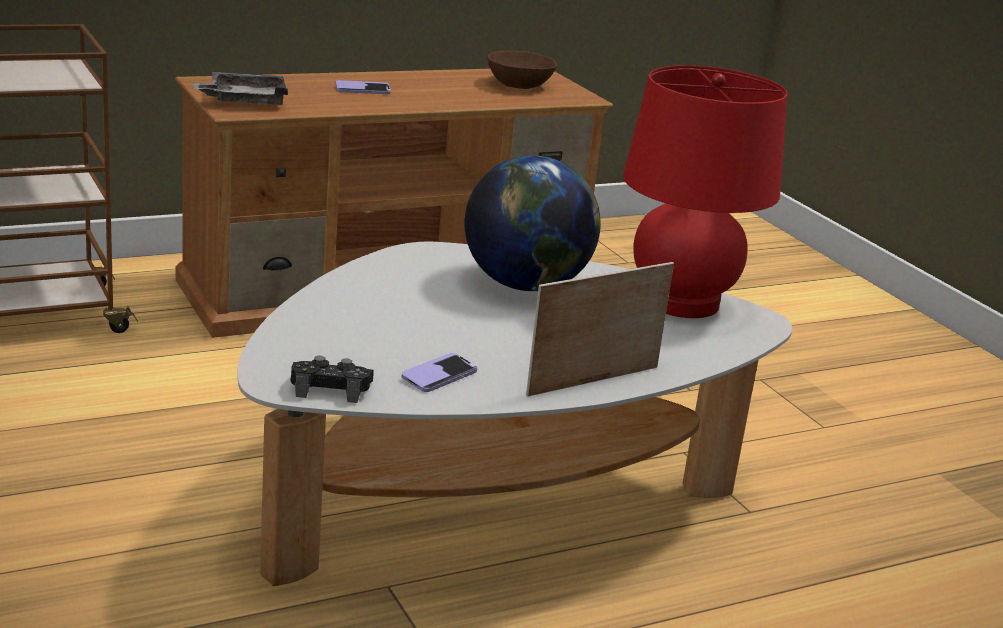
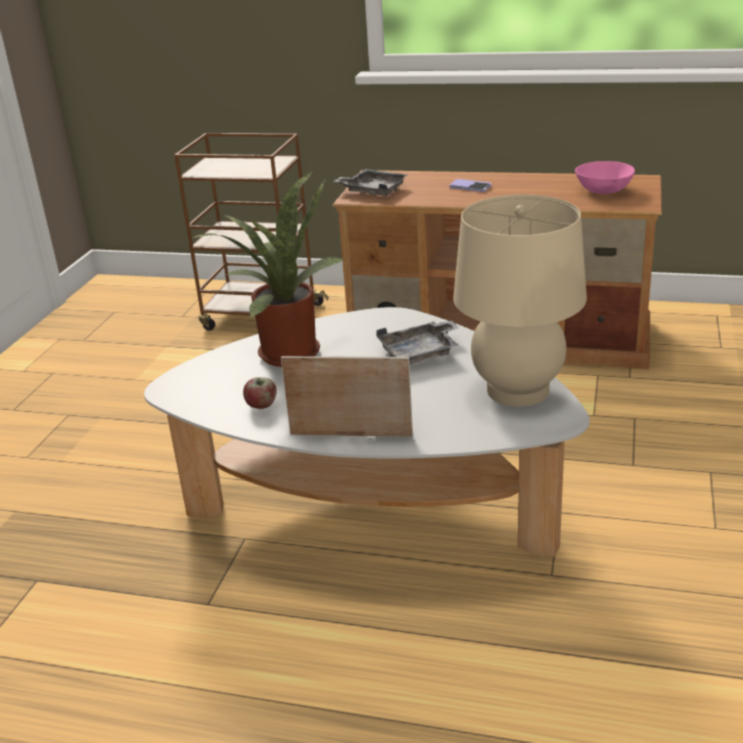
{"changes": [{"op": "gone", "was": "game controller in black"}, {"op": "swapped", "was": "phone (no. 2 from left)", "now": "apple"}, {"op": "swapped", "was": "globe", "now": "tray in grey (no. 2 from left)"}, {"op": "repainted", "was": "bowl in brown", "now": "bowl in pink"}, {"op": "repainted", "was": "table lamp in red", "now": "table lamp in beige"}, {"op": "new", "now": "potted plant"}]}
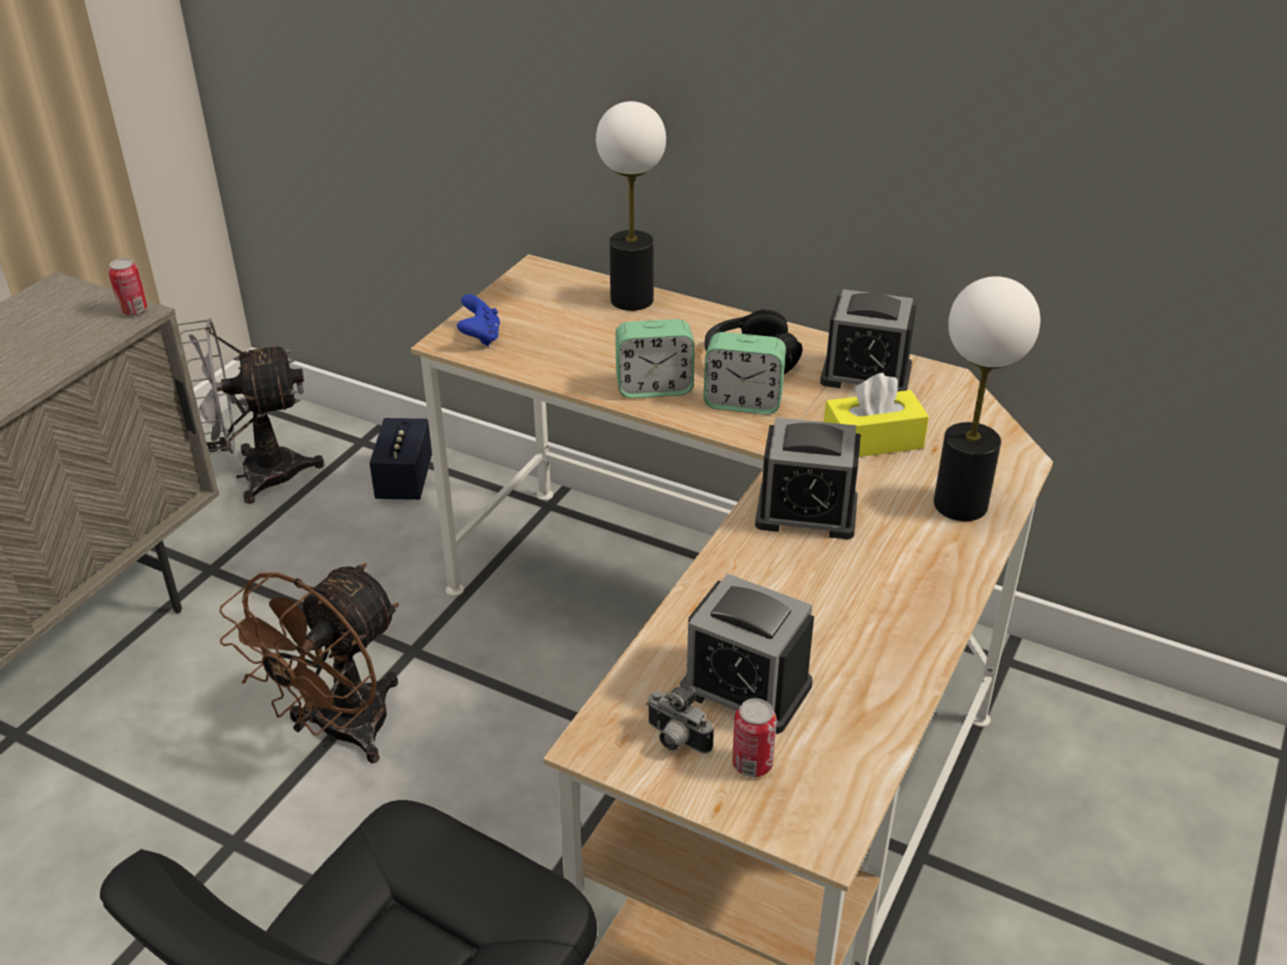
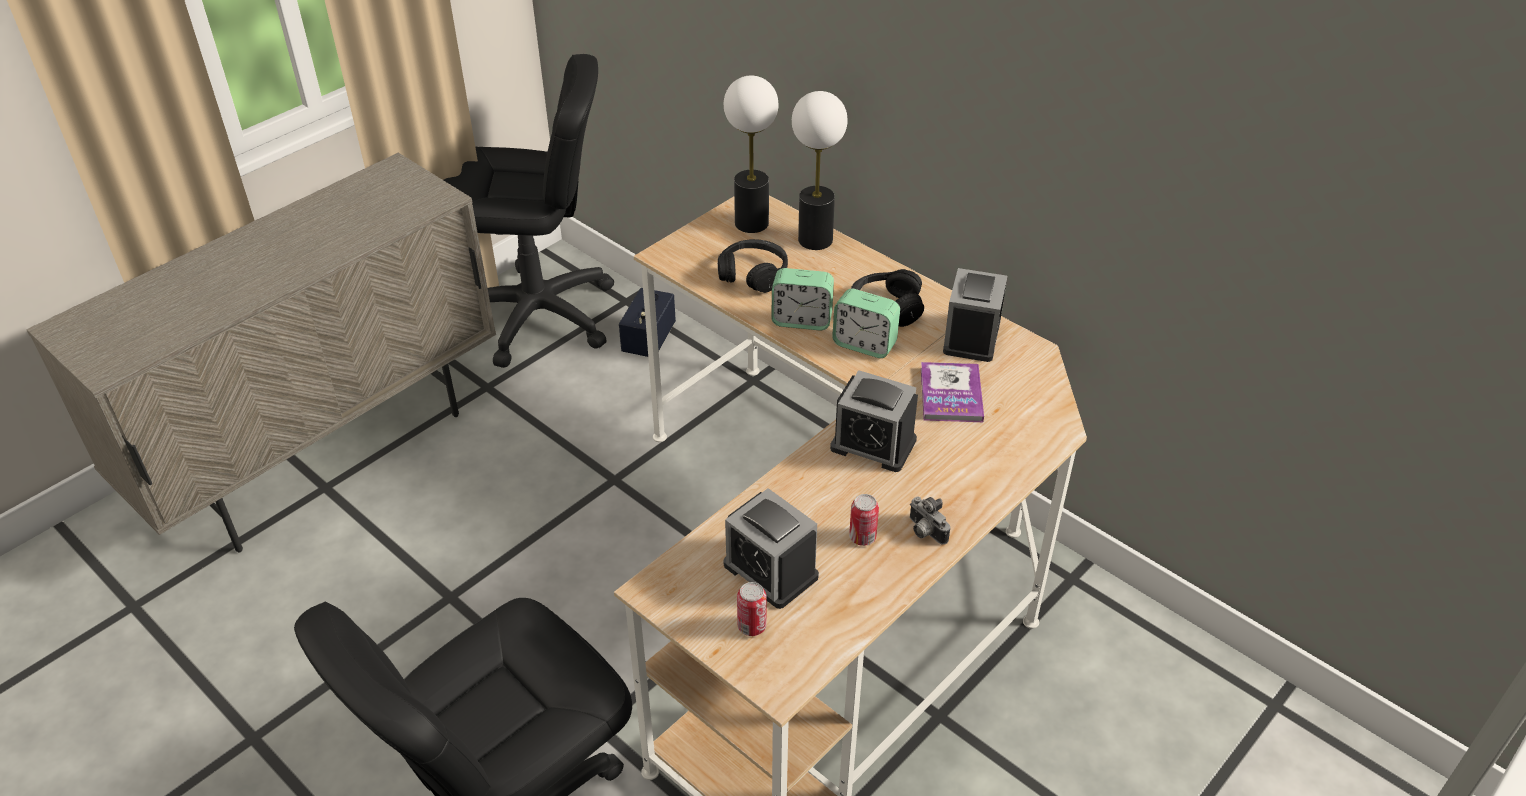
{"changes": [{"op": "shifted", "was": "can (no. 1 from left in the first image)", "now": "can (no. 2 from left)"}, {"op": "swapped", "was": "fan in grey", "now": "office chair in black (no. 2 from left)"}, {"op": "gone", "was": "fan in brown"}, {"op": "gone", "was": "game controller in blue"}, {"op": "shifted", "was": "photo camera"}, {"op": "rotated", "was": "alarm clock (no. 5 from left)", "clockwise": 75}, {"op": "swapped", "was": "tissue box in yellow", "now": "book"}, {"op": "shifted", "was": "table lamp (no. 2 from left in the first image)", "now": "table lamp (no. 1 from left)"}, {"op": "new", "now": "headphones in black (no. 1 from left)"}]}
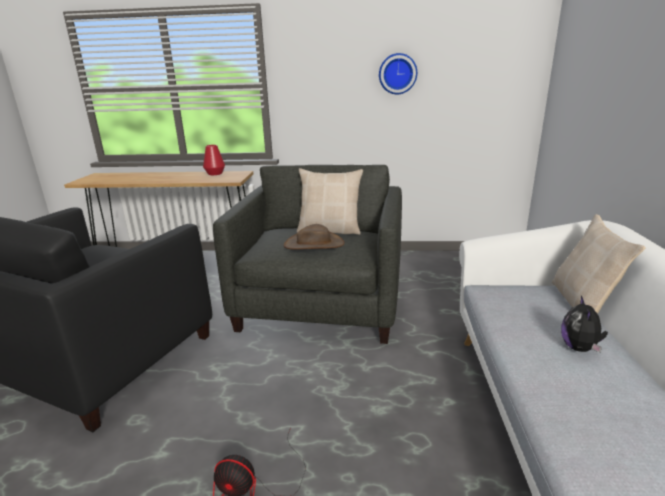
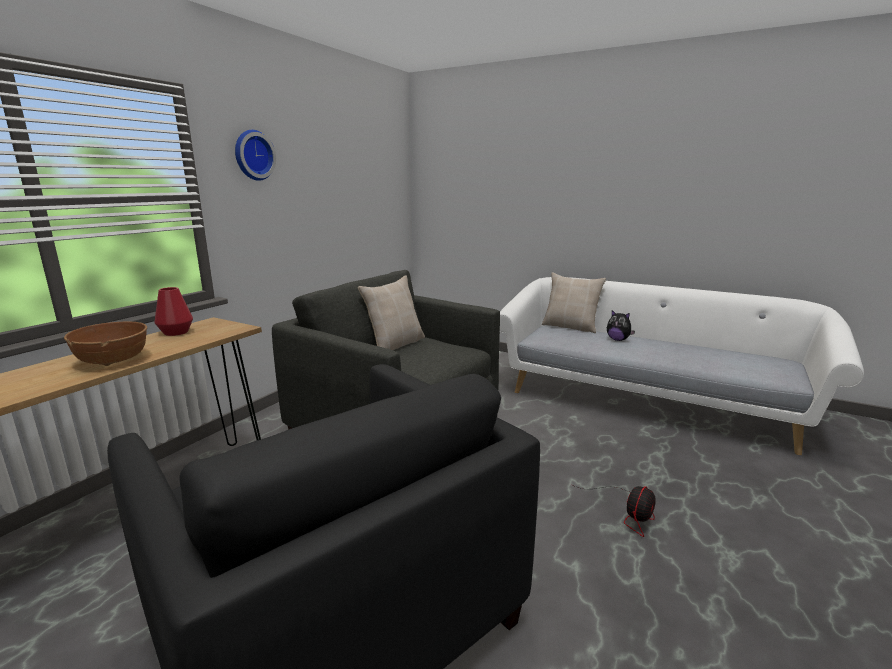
{"changes": [{"op": "gone", "was": "hat in brown"}, {"op": "shifted", "was": "wall clock"}, {"op": "new", "now": "bowl in brown"}]}
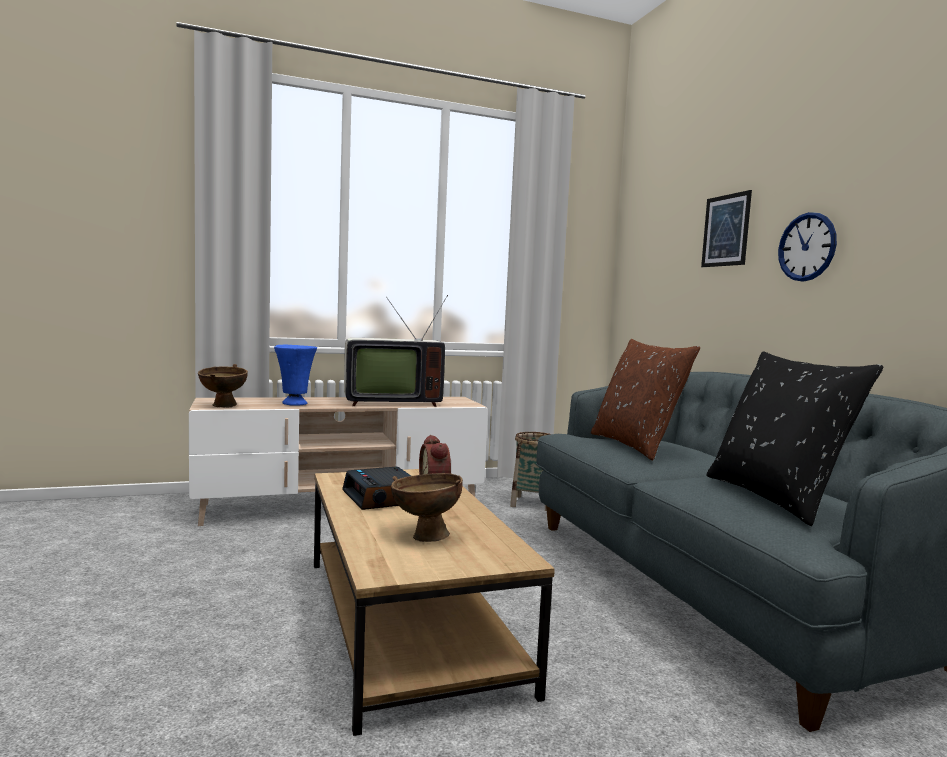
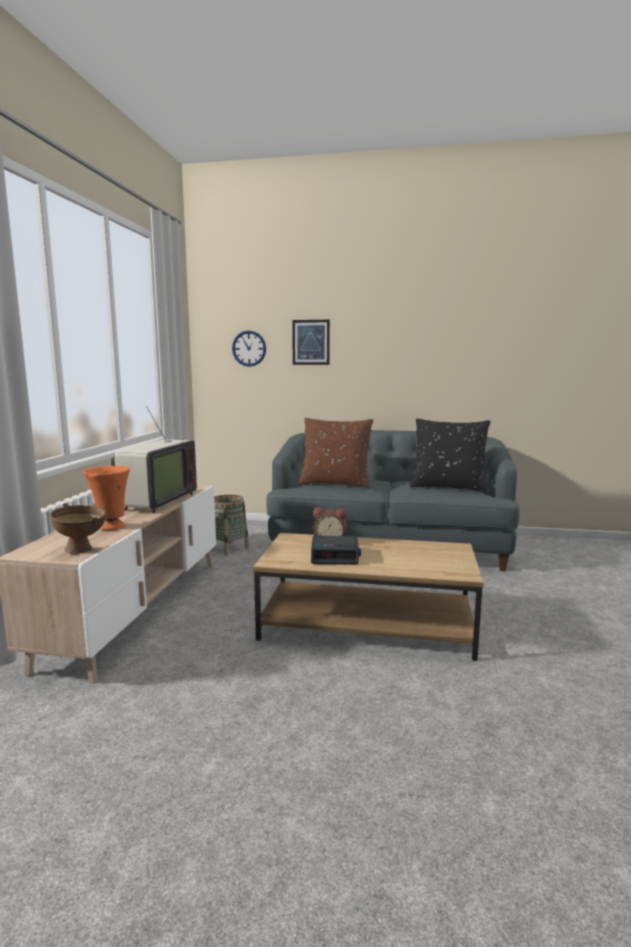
{"changes": [{"op": "repainted", "was": "vase in blue", "now": "vase in orange"}, {"op": "gone", "was": "bowl in brown (no. 2 from left)"}, {"op": "shifted", "was": "wall clock"}]}
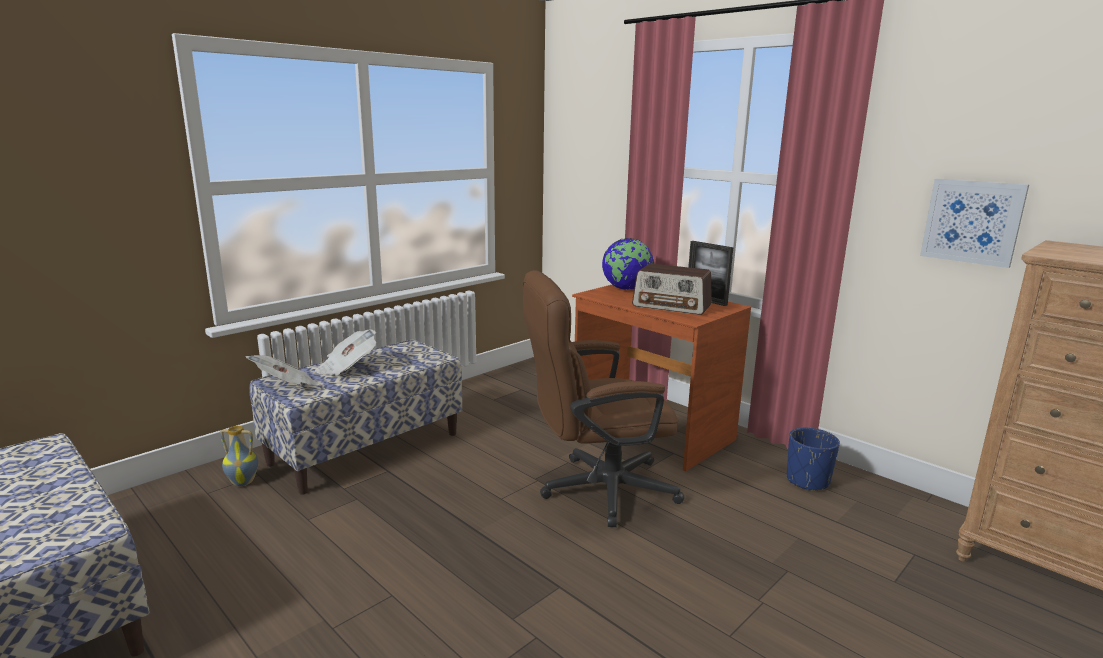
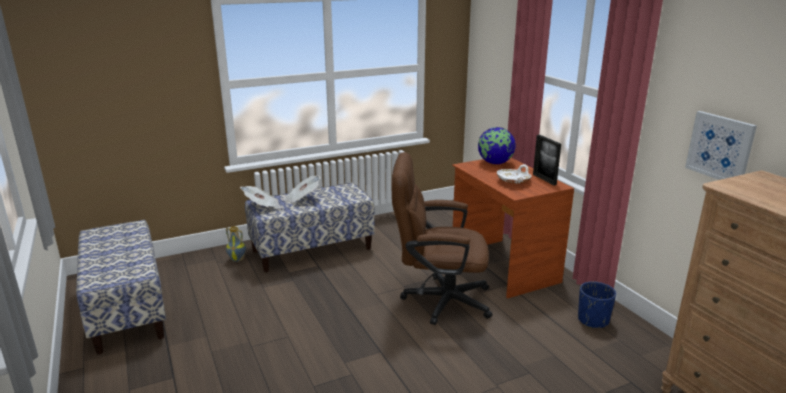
{"changes": [{"op": "swapped", "was": "radio", "now": "bowl in white"}]}
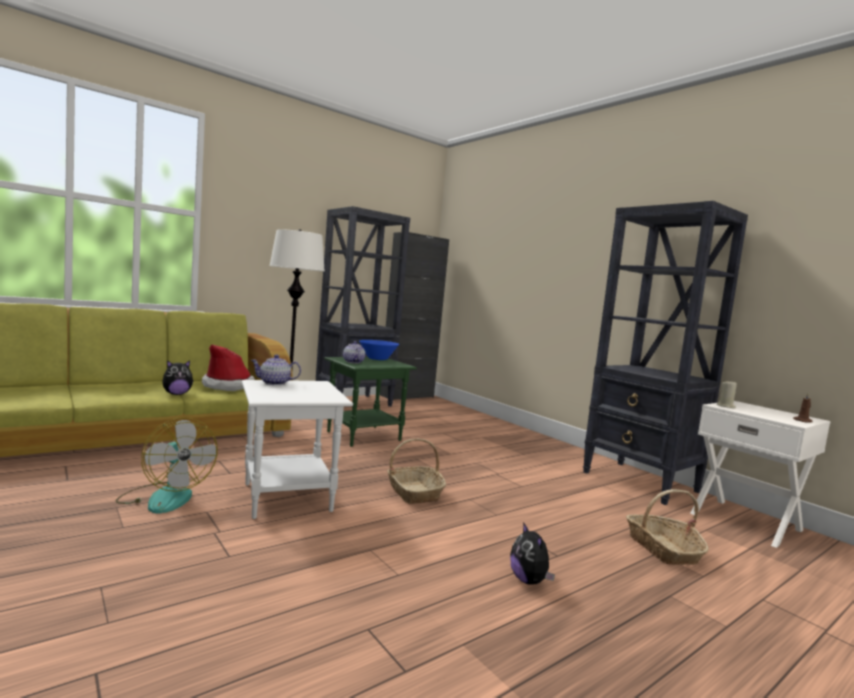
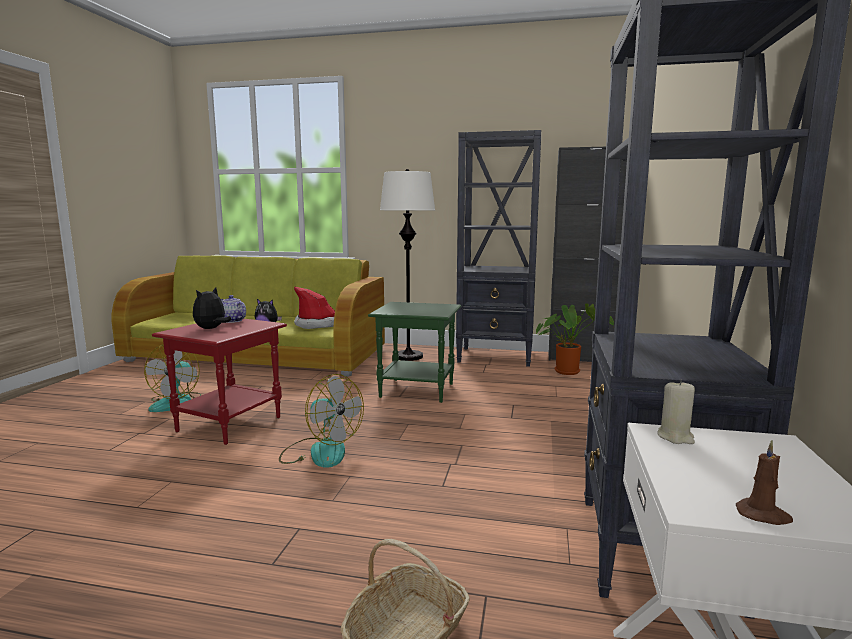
{"changes": [{"op": "repainted", "was": "side table in white", "now": "side table in red"}, {"op": "gone", "was": "teapot (no. 2 from left)"}, {"op": "gone", "was": "bowl in blue"}, {"op": "swapped", "was": "basket (no. 1 from left)", "now": "fan (no. 2 from left)"}, {"op": "shifted", "was": "plush toy (no. 2 from left in the first image)", "now": "plush toy (no. 1 from left)"}, {"op": "new", "now": "potted plant"}]}
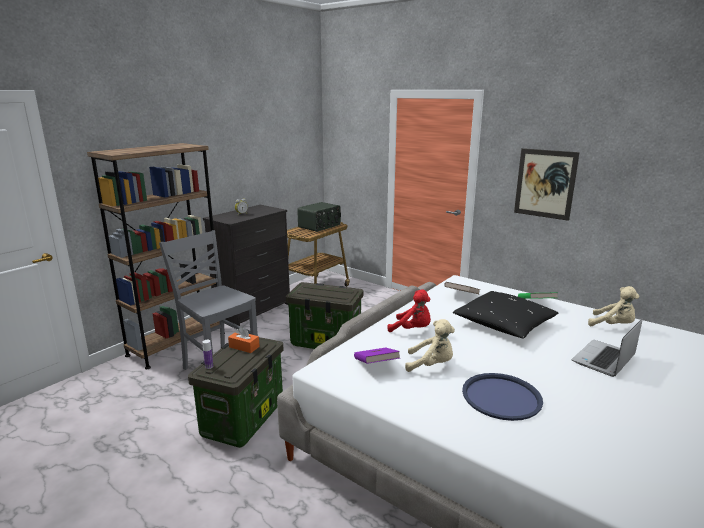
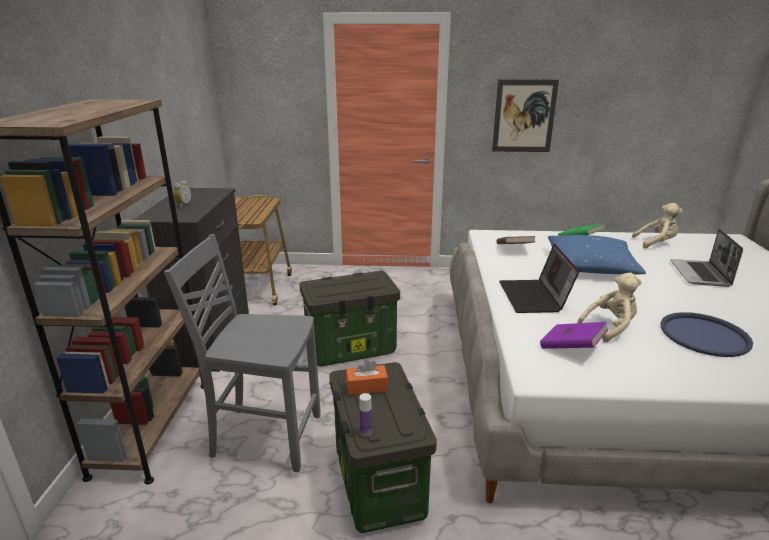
{"changes": [{"op": "gone", "was": "radio"}, {"op": "swapped", "was": "plush toy in red", "now": "laptop (no. 1 from left)"}, {"op": "repainted", "was": "pillow in black", "now": "pillow in blue"}]}
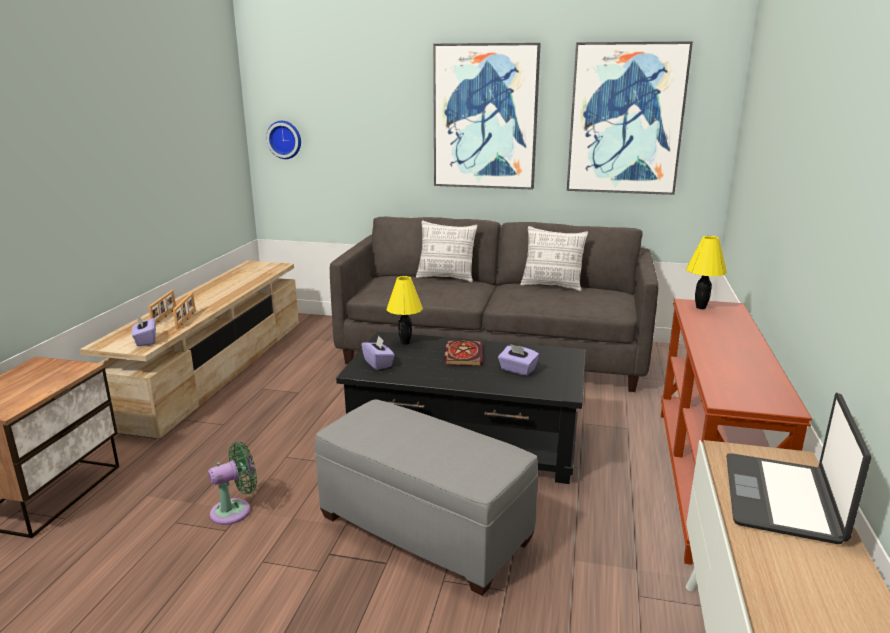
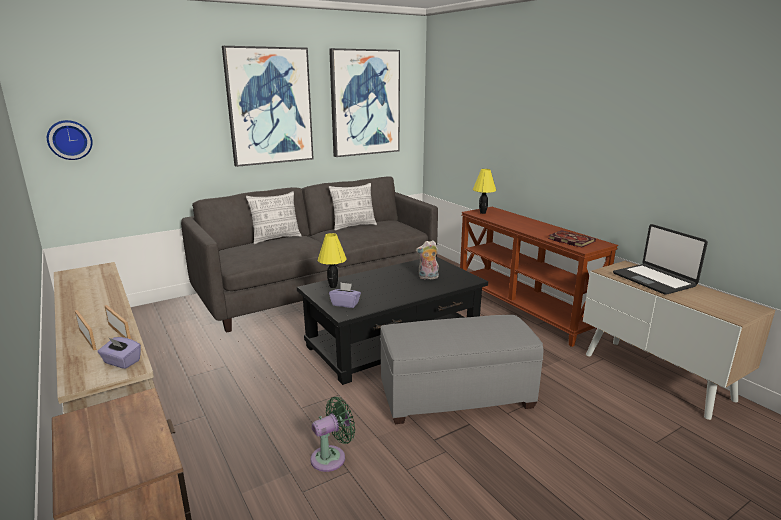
{"changes": [{"op": "rotated", "was": "fan in green", "clockwise": 45}, {"op": "shifted", "was": "book"}, {"op": "swapped", "was": "tissue box in purple (no. 3 from left)", "now": "plush toy"}]}
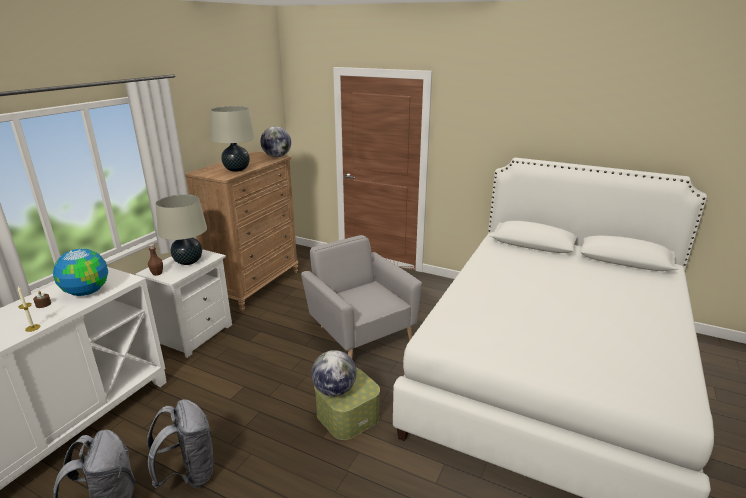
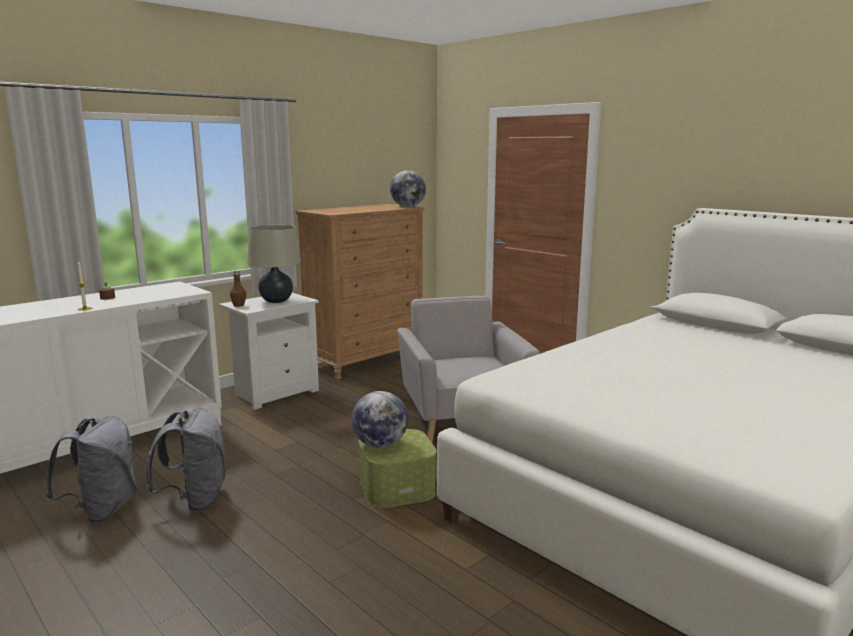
{"changes": [{"op": "gone", "was": "globe (no. 1 from left)"}, {"op": "gone", "was": "table lamp in beige (no. 2 from left)"}]}
